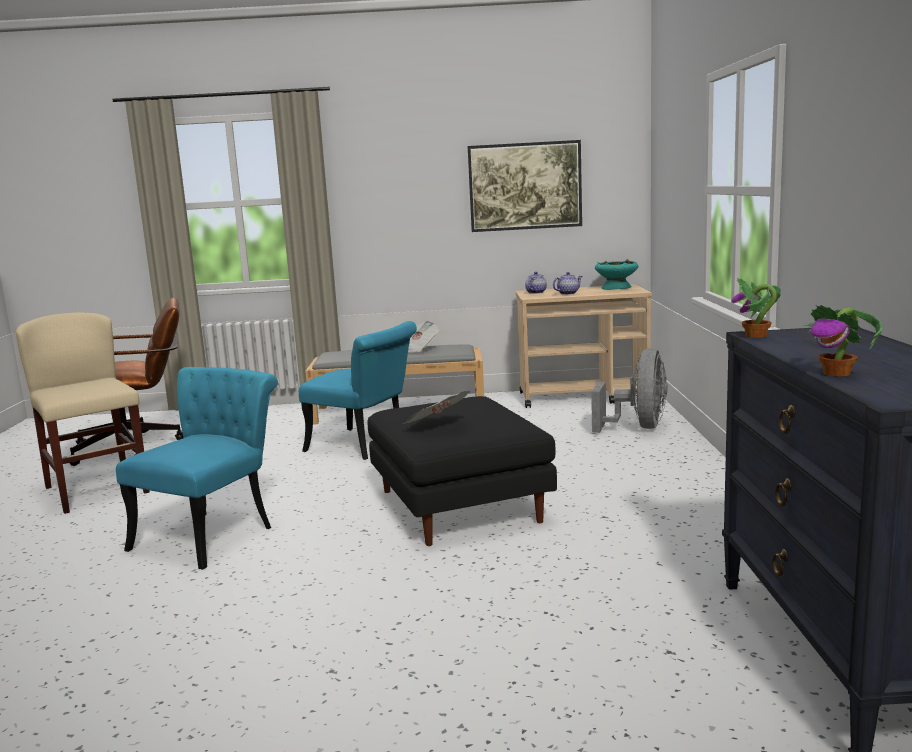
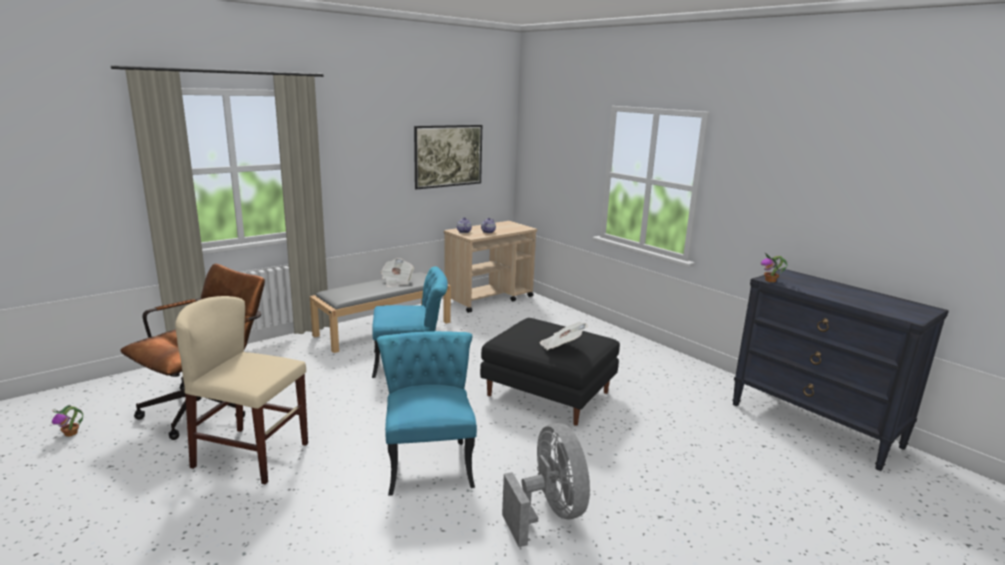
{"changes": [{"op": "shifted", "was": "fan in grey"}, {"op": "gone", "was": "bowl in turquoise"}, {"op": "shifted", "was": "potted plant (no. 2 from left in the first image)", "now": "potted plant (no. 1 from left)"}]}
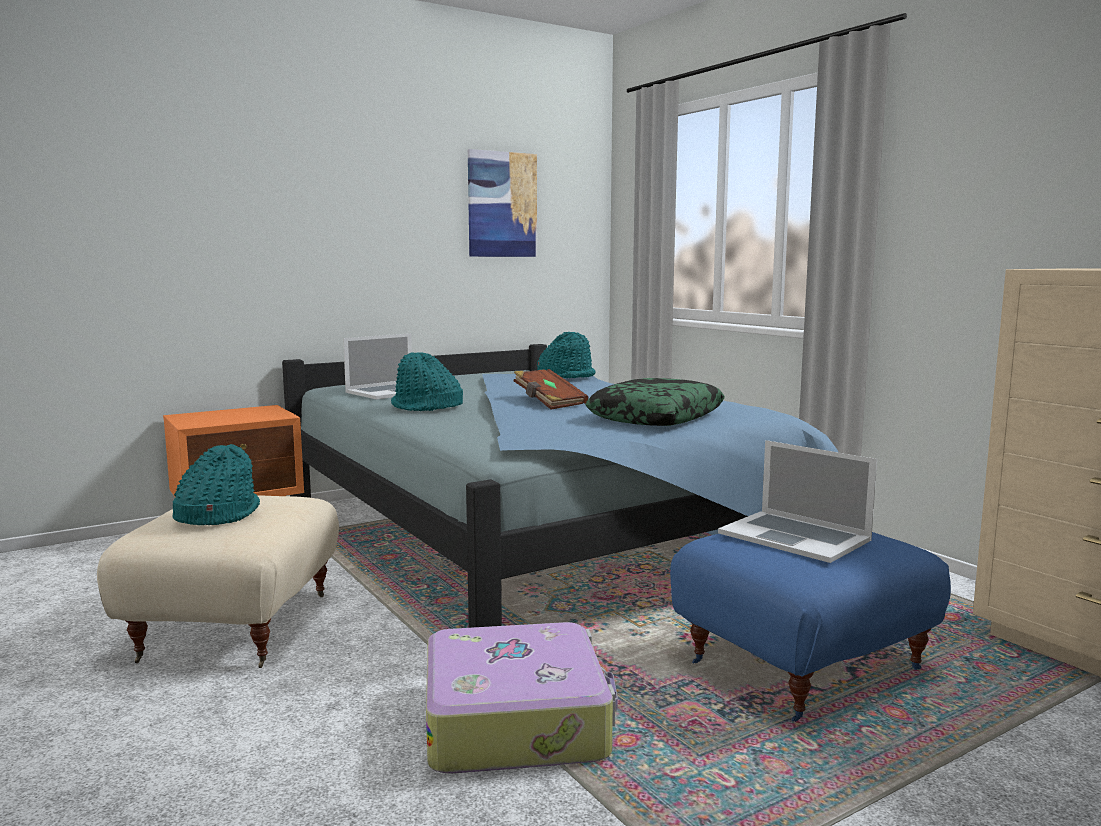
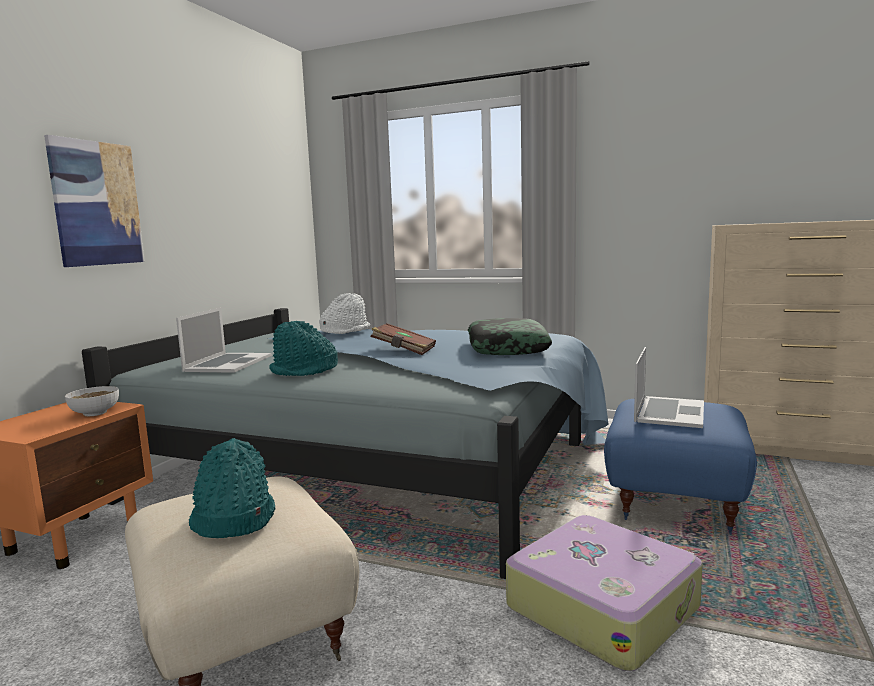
{"changes": [{"op": "shifted", "was": "picture"}, {"op": "repainted", "was": "hat in turquoise (no. 3 from left)", "now": "hat in white"}, {"op": "rotated", "was": "laptop (no. 2 from left)", "clockwise": -75}, {"op": "new", "now": "bowl"}]}
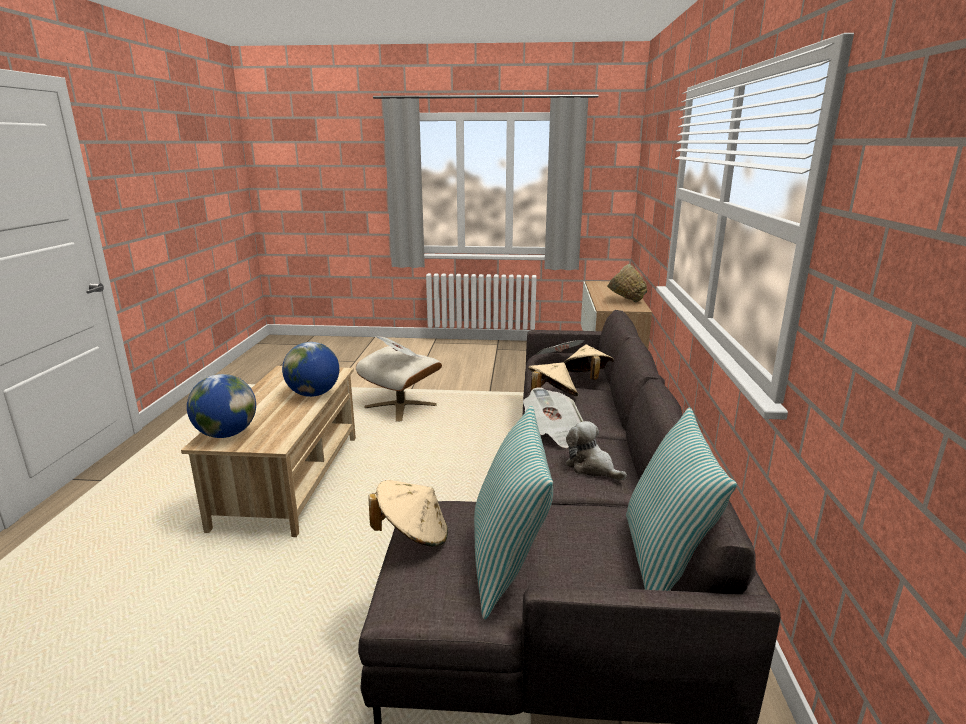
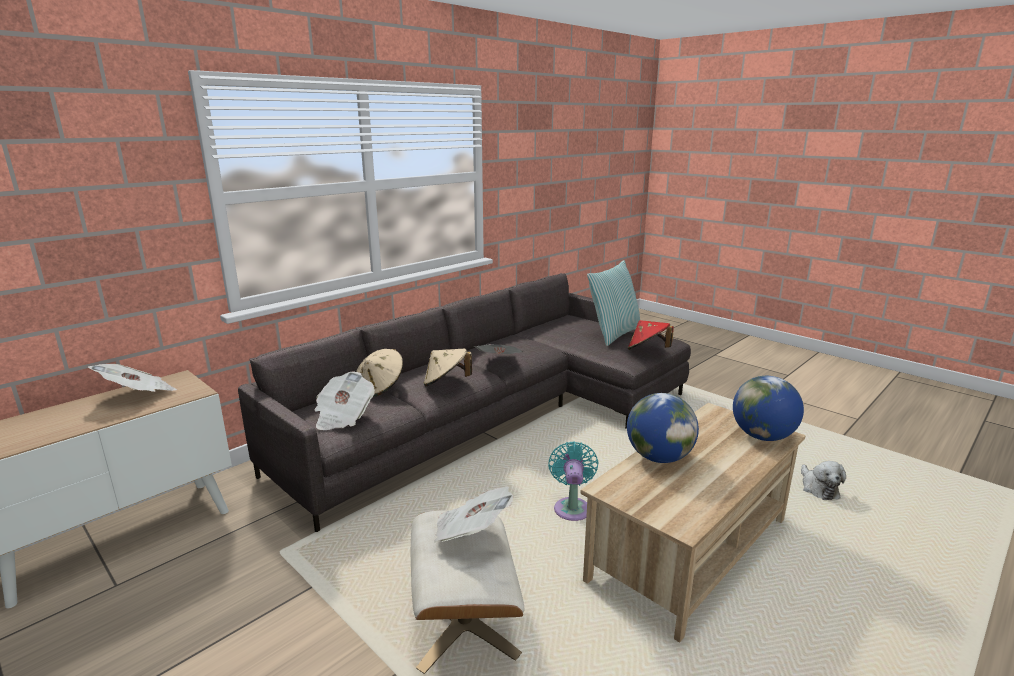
{"changes": [{"op": "repainted", "was": "hat in beige (no. 1 from left)", "now": "hat in red"}, {"op": "shifted", "was": "plush toy"}, {"op": "swapped", "was": "bowl in green", "now": "newspaper (no. 1 from left)"}, {"op": "gone", "was": "pillow (no. 2 from left)"}, {"op": "new", "now": "fan in turquoise"}]}
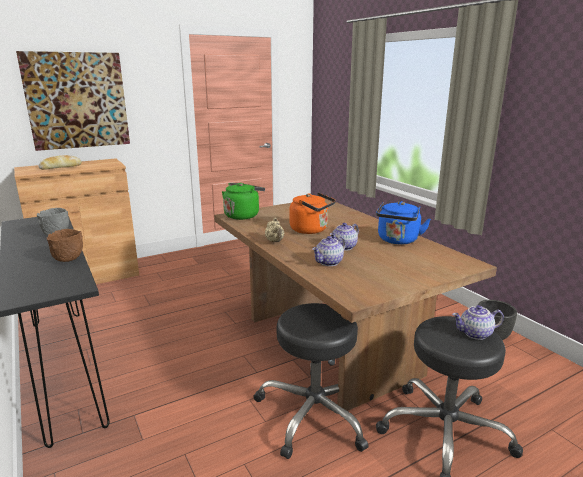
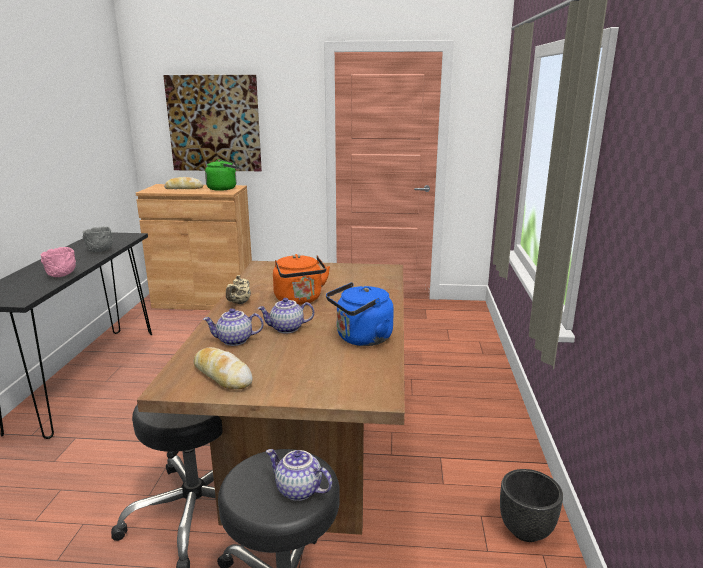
{"changes": [{"op": "repainted", "was": "bowl in brown", "now": "bowl in pink"}, {"op": "shifted", "was": "kettle in green"}, {"op": "new", "now": "bread (no. 2 from left)"}]}
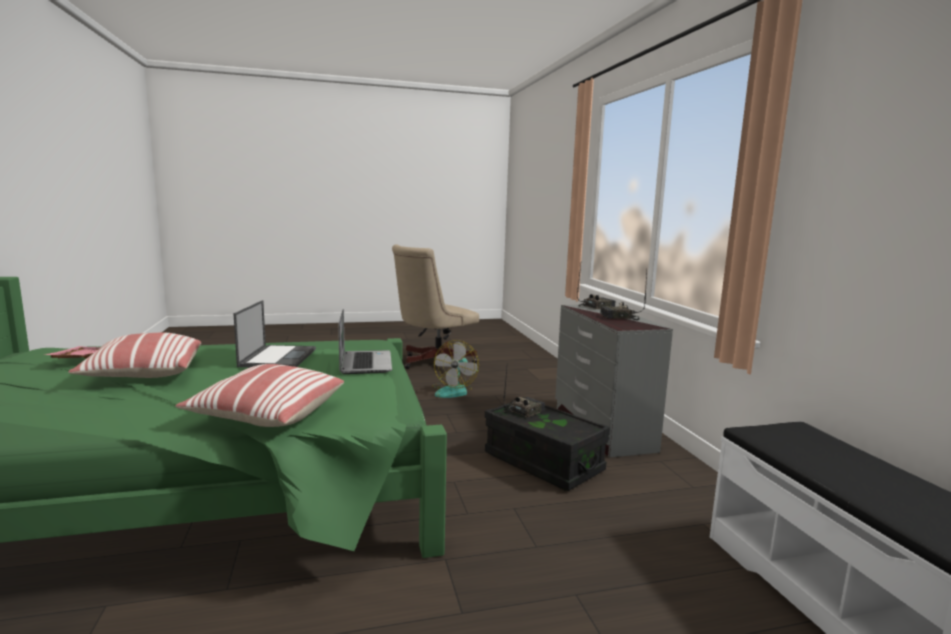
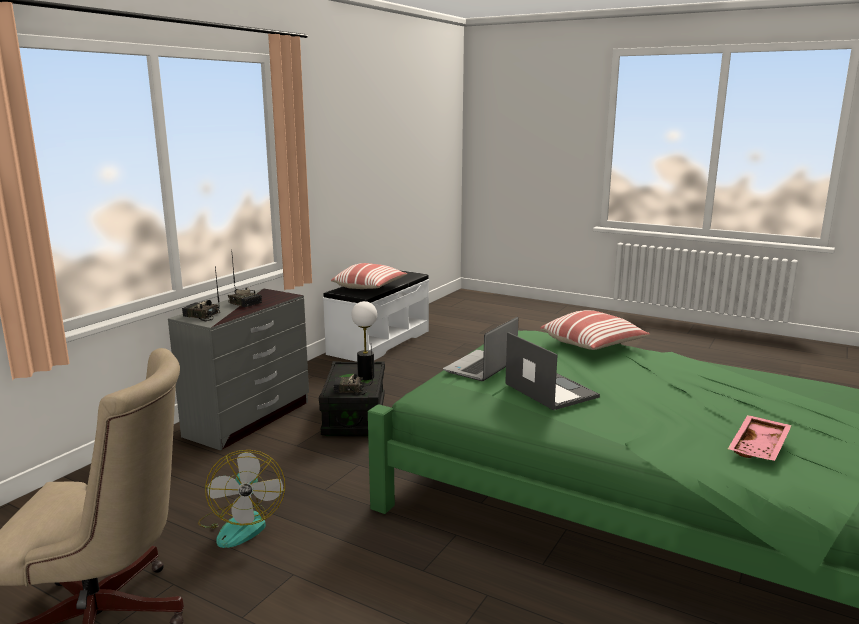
{"changes": [{"op": "shifted", "was": "pillow (no. 1 from left)"}, {"op": "rotated", "was": "laptop (no. 1 from left in the first image)", "clockwise": 105}, {"op": "rotated", "was": "fan", "clockwise": 105}, {"op": "new", "now": "table lamp"}]}
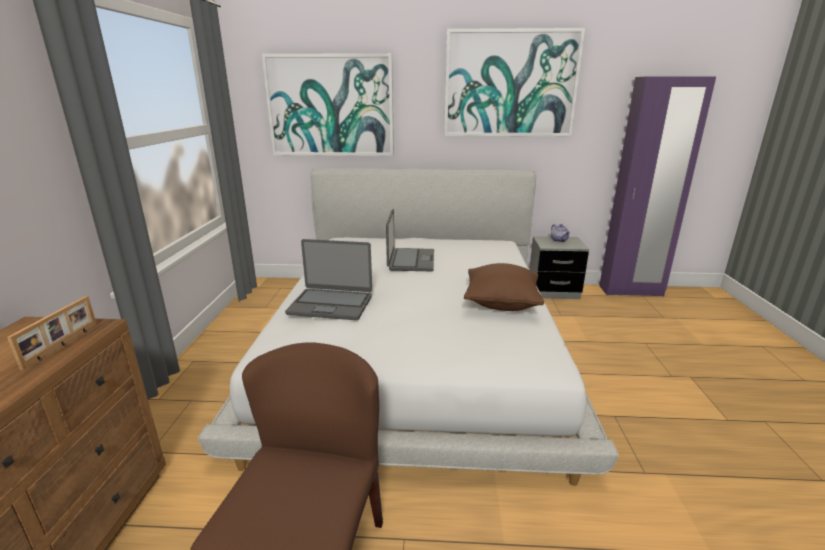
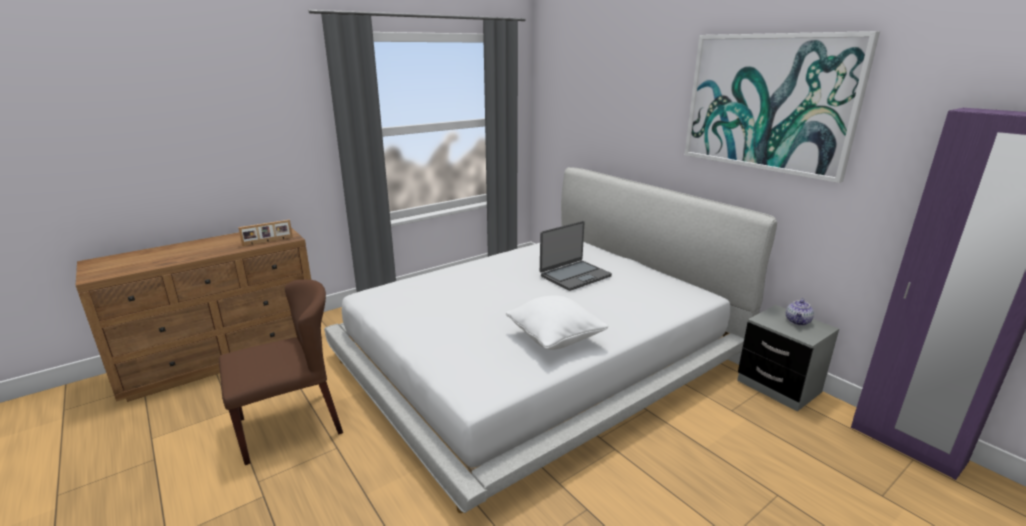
{"changes": [{"op": "gone", "was": "picture (no. 1 from left)"}, {"op": "gone", "was": "laptop (no. 1 from left)"}, {"op": "repainted", "was": "pillow in brown", "now": "pillow in white"}]}
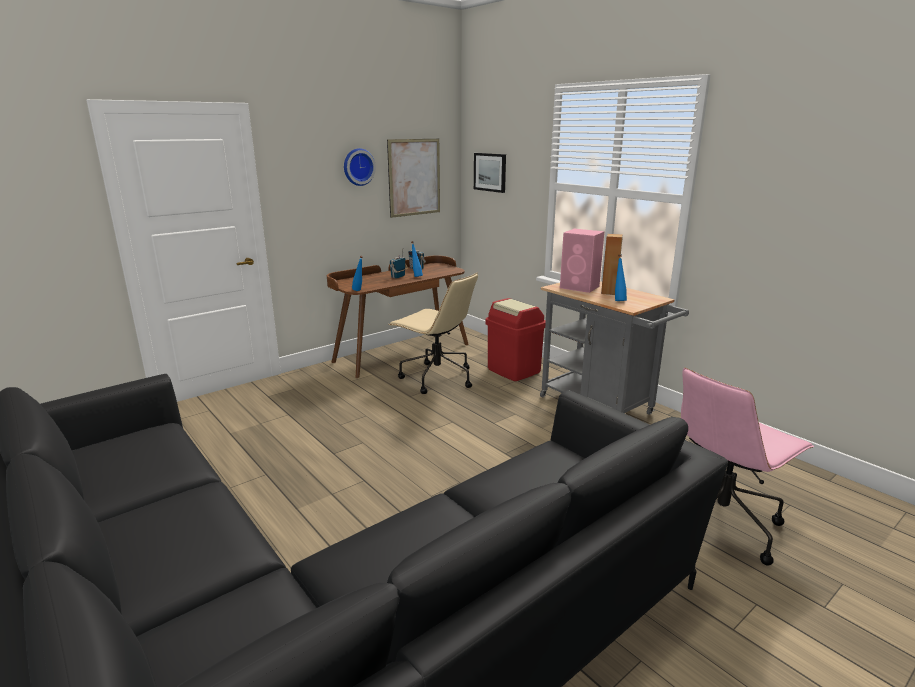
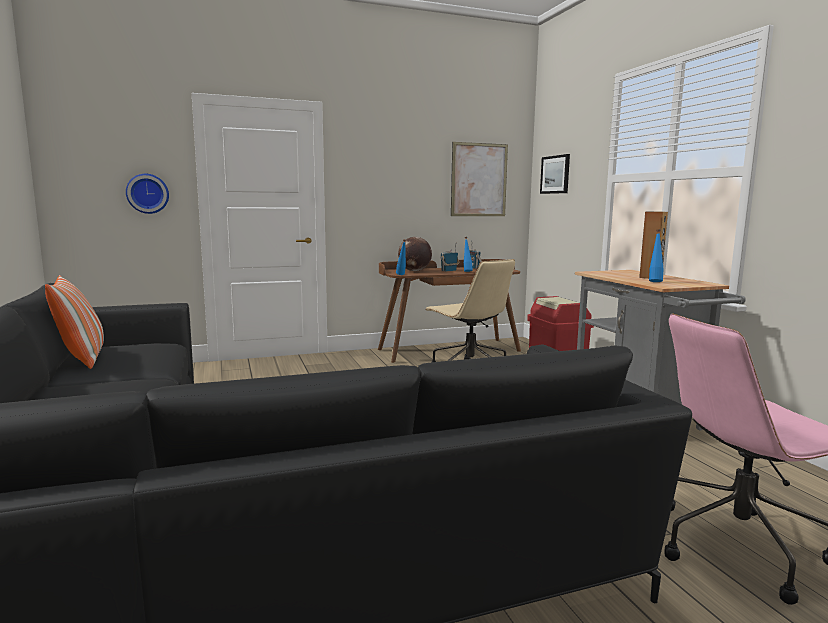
{"changes": [{"op": "shifted", "was": "wall clock"}, {"op": "gone", "was": "speaker in pink"}, {"op": "new", "now": "pillow"}, {"op": "new", "now": "globe"}]}
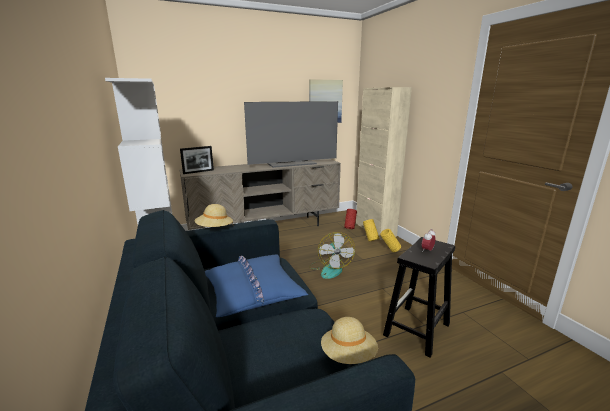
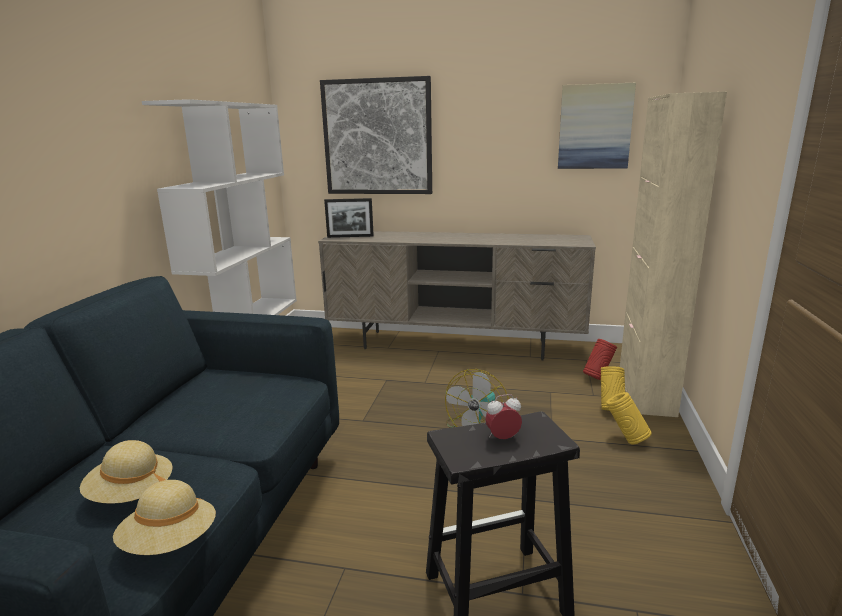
{"changes": [{"op": "shifted", "was": "hat in beige (no. 1 from left)"}, {"op": "gone", "was": "pillow in blue"}, {"op": "gone", "was": "television"}, {"op": "new", "now": "picture (no. 1 from left)"}]}
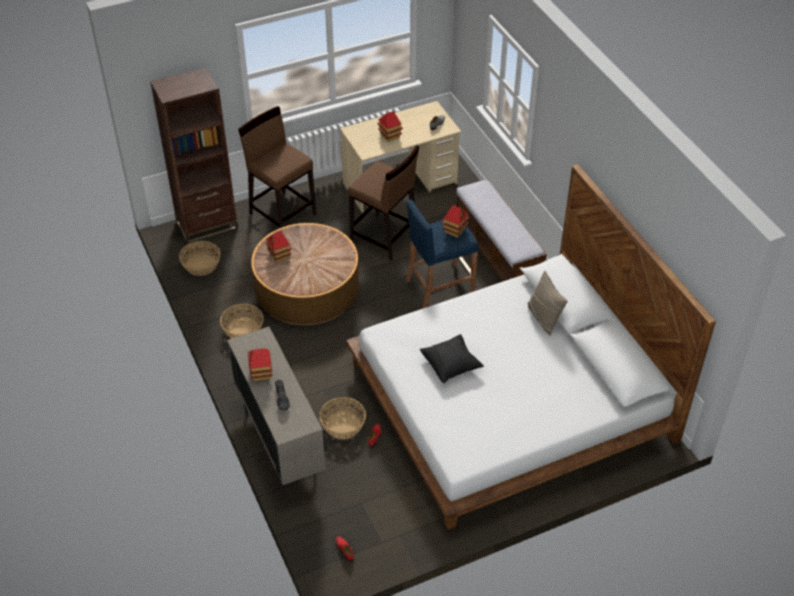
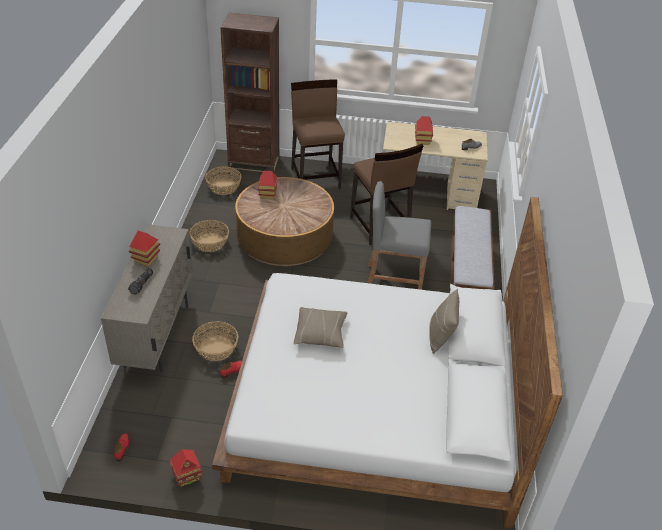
{"changes": [{"op": "repainted", "was": "stool in blue", "now": "stool in grey"}, {"op": "repainted", "was": "pillow in black", "now": "pillow in beige (no. 1 from left)"}, {"op": "shifted", "was": "toy house (no. 4 from left in the first image)", "now": "toy house (no. 2 from left)"}]}
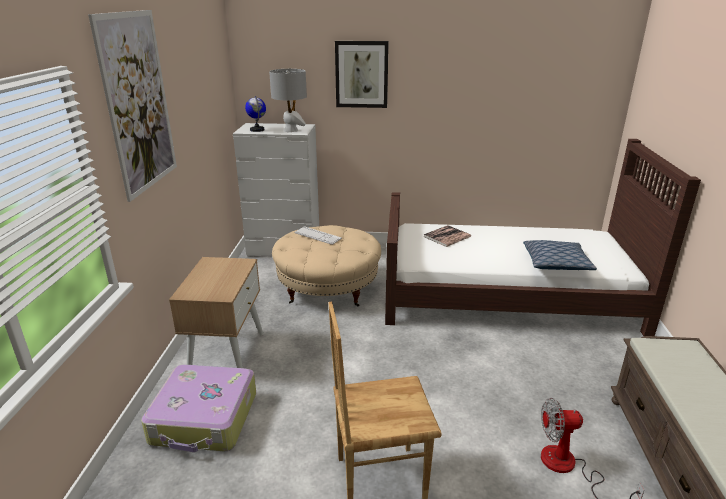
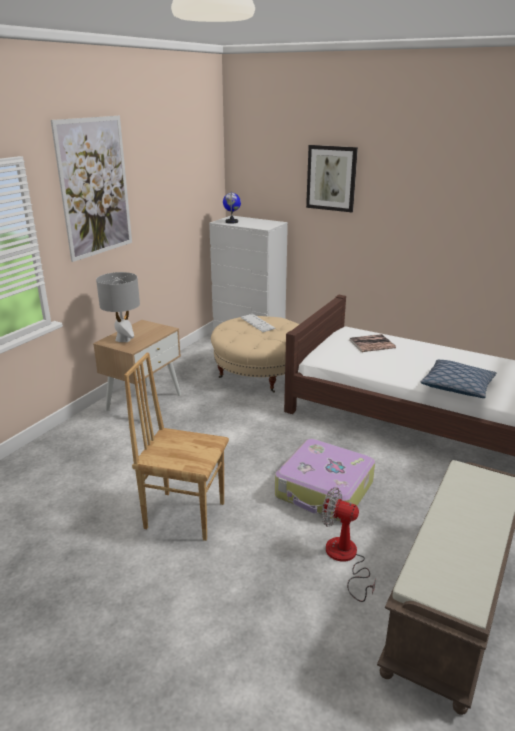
{"changes": [{"op": "shifted", "was": "suitcase"}, {"op": "shifted", "was": "table lamp in grey"}]}
